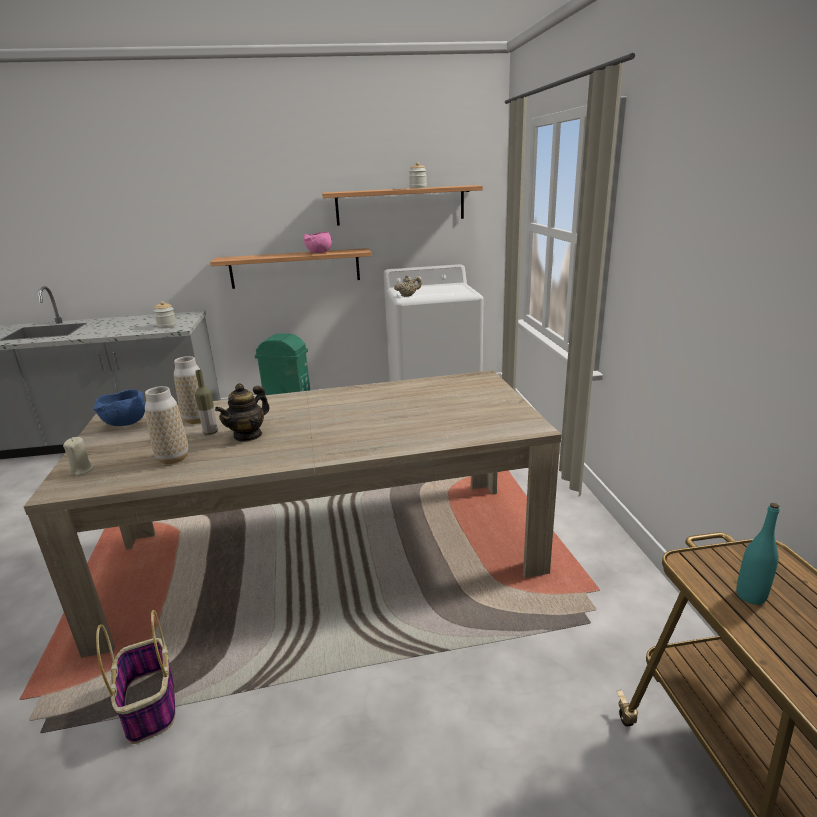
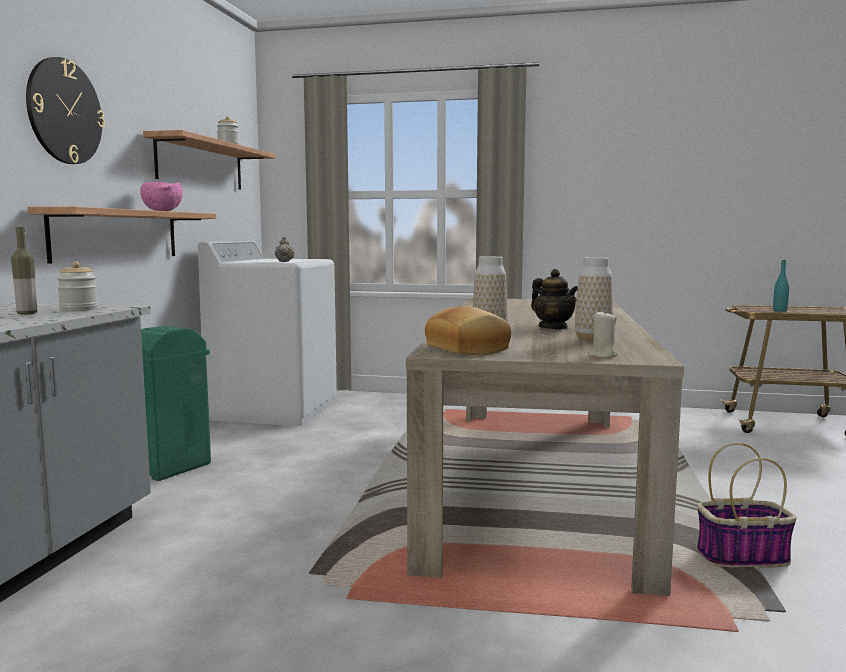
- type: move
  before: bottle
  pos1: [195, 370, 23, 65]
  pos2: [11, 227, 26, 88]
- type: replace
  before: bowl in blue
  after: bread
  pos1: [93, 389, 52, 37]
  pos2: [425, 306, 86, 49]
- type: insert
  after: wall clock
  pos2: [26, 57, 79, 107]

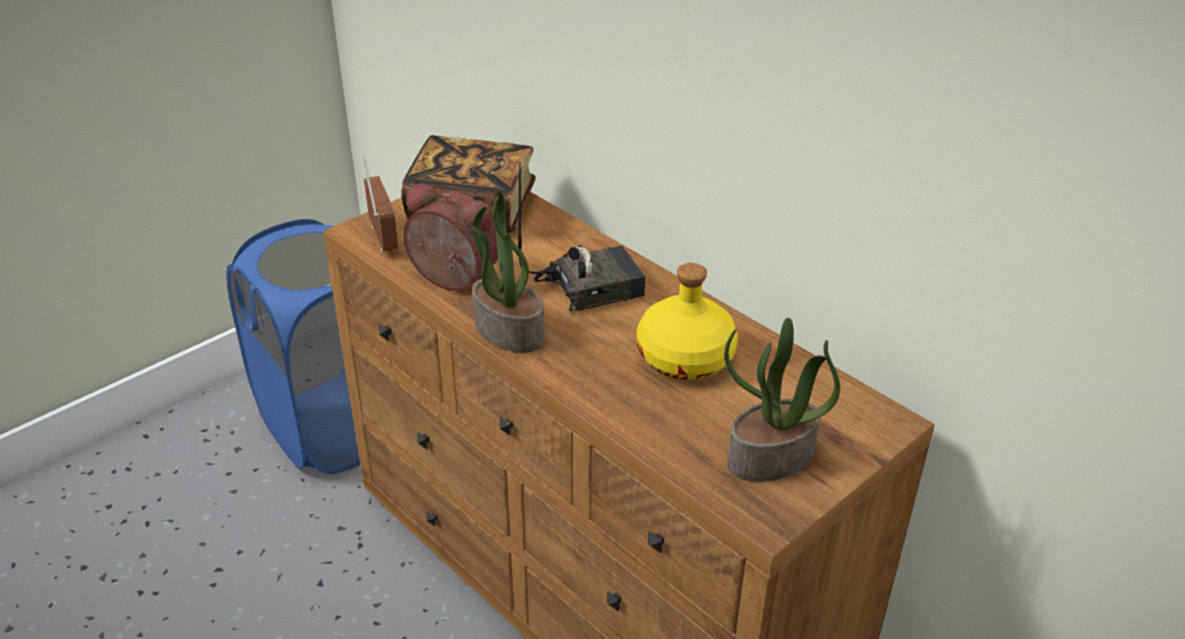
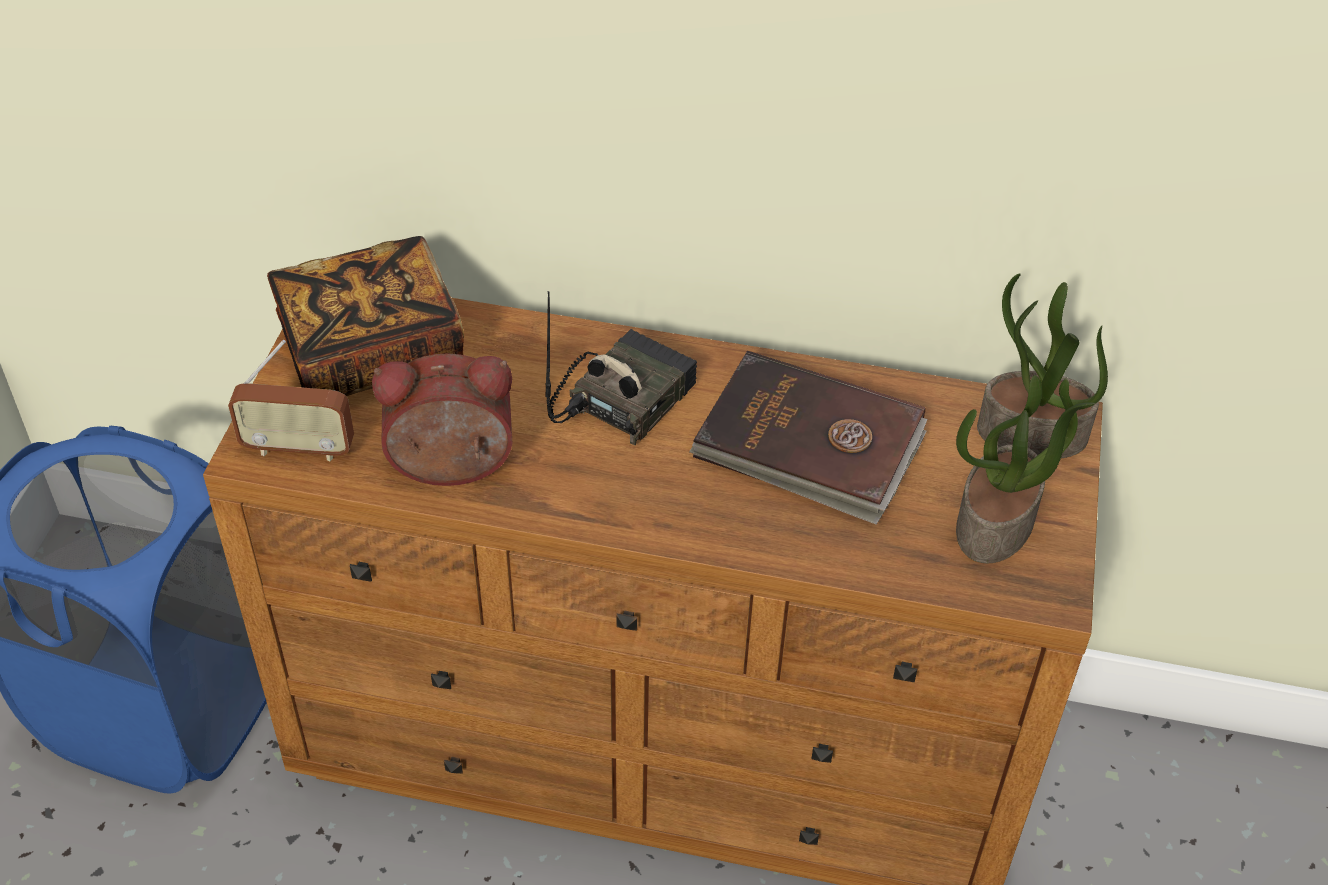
- type: rotate
  before: radio
  pos1: [362, 157, 36, 95]
  pos2: [228, 340, 126, 122]
  turn: 150
- type: move
  before: potted plant
  pos1: [471, 192, 73, 160]
  pos2: [977, 273, 131, 186]
- type: replace
  before: bottle in yellow
  after: book in brown
  pos1: [637, 263, 101, 117]
  pos2: [689, 351, 238, 174]

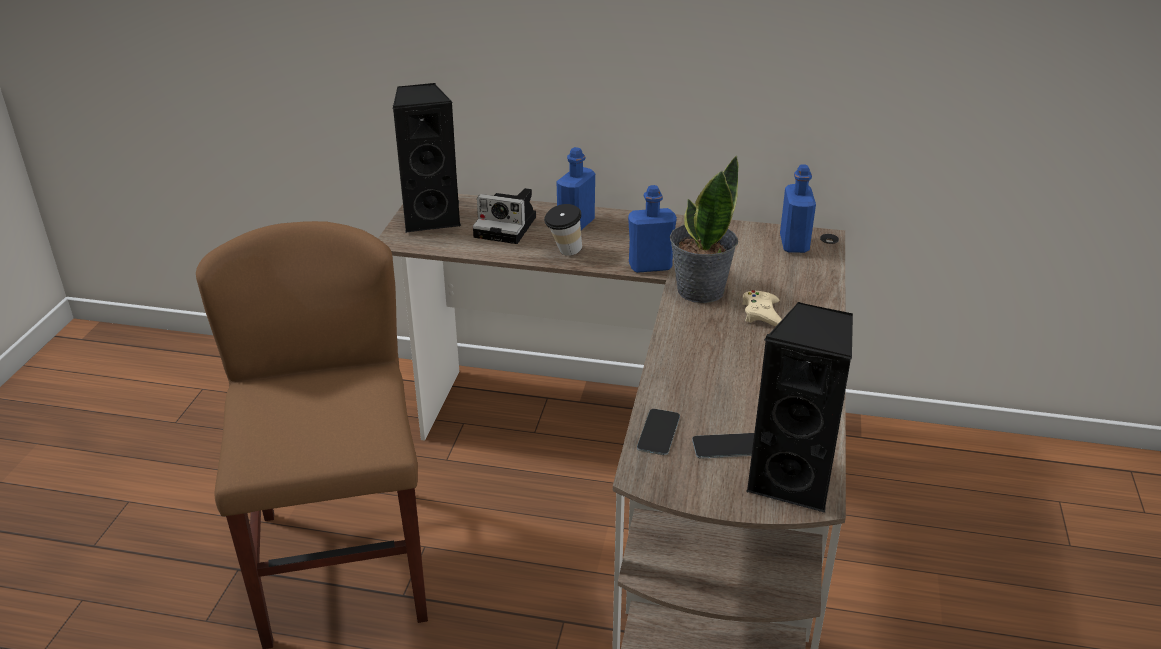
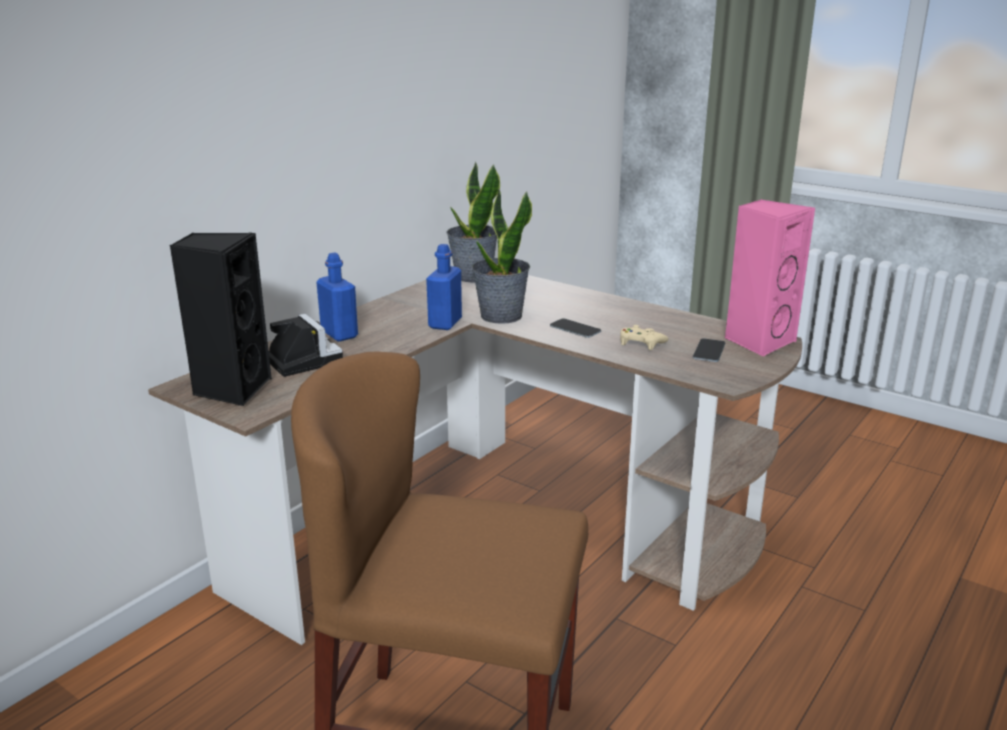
- type: replace
  before: bottle in blue
  after: potted plant
  pos1: [780, 165, 36, 88]
  pos2: [446, 161, 54, 121]
- type: rotate
  before: photo camera
  pos1: [473, 188, 63, 56]
  pos2: [269, 314, 74, 63]
  turn: -75
- type: delete
  before: cup
  pos1: [544, 204, 38, 52]
- type: move
  before: game controller in beige
  pos1: [742, 290, 40, 36]
  pos2: [620, 325, 49, 25]
- type: recolor
  before: speaker in black
  after: speaker in pink
  pos1: [746, 302, 107, 211]
  pos2: [725, 199, 90, 158]
- type: move
  before: phone
  pos1: [637, 409, 43, 46]
  pos2: [550, 319, 51, 19]

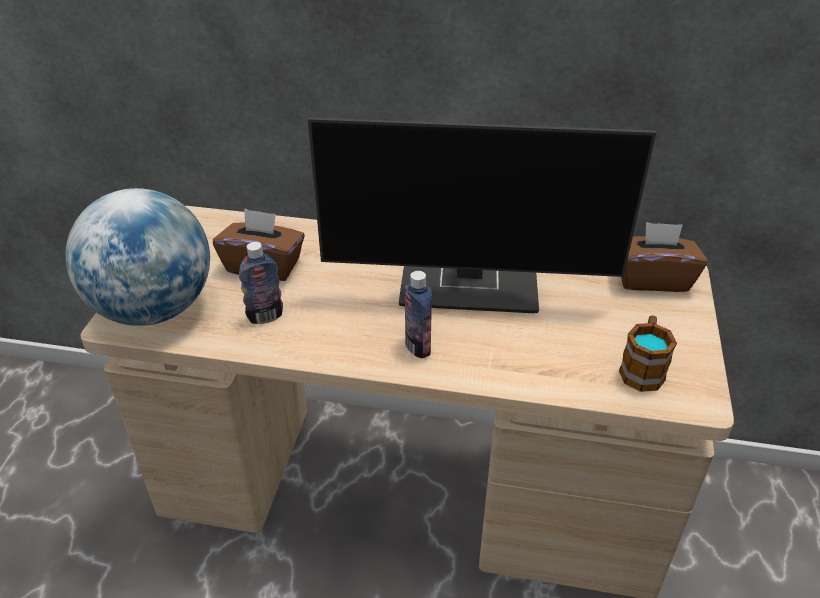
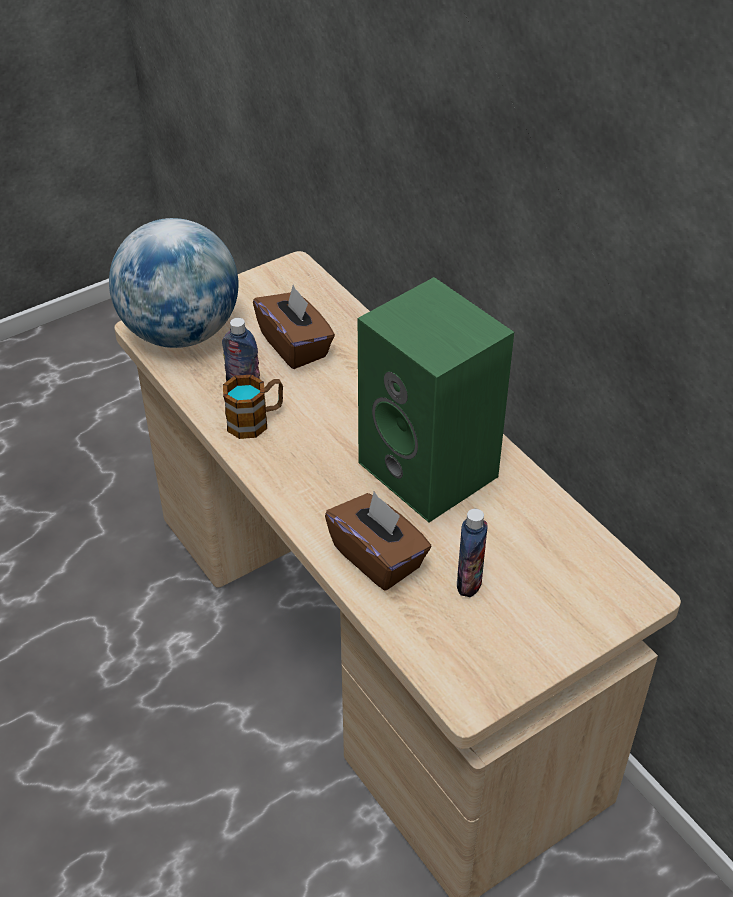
- type: replace
  before: monitor
  after: speaker in green
  pos1: [308, 117, 348, 196]
  pos2: [358, 277, 156, 245]
- type: move
  before: tissue box in brown
  pos1: [621, 222, 87, 70]
  pos2: [325, 492, 107, 99]
- type: move
  before: bottle
  pos1: [405, 271, 27, 88]
  pos2: [457, 509, 31, 88]
- type: move
  before: mug
  pos1: [619, 315, 58, 77]
  pos2: [223, 375, 60, 64]

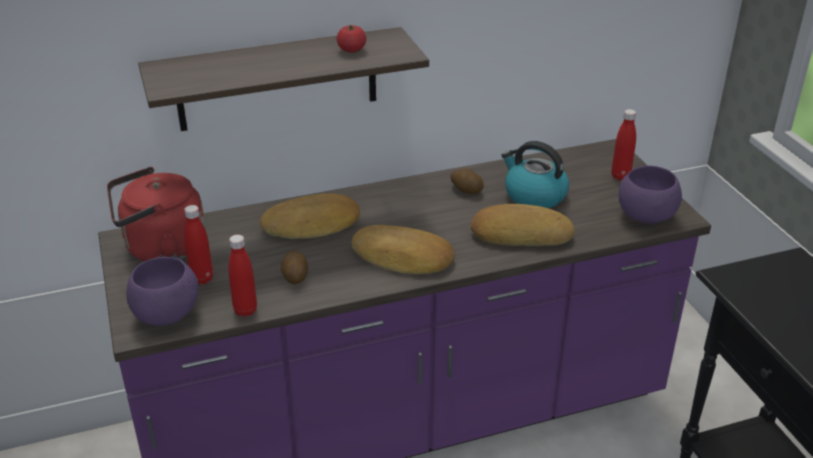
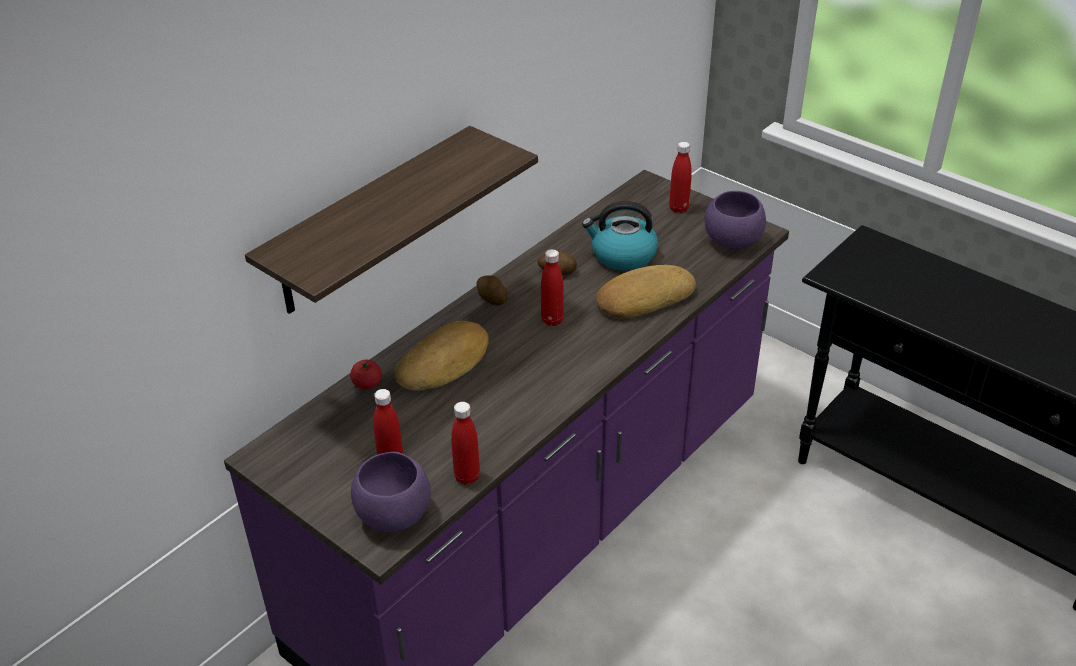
- type: move
  before: tomato
  pos1: [337, 25, 29, 28]
  pos2: [350, 360, 32, 29]
- type: delete
  before: kettle in red
  pos1: [107, 167, 99, 95]
- type: delete
  before: bread
  pos1: [352, 225, 103, 49]
- type: move
  before: potato
  pos1: [281, 251, 27, 33]
  pos2: [476, 275, 32, 30]
- type: insert
  after: bottle in red
  pos2: [541, 249, 23, 77]

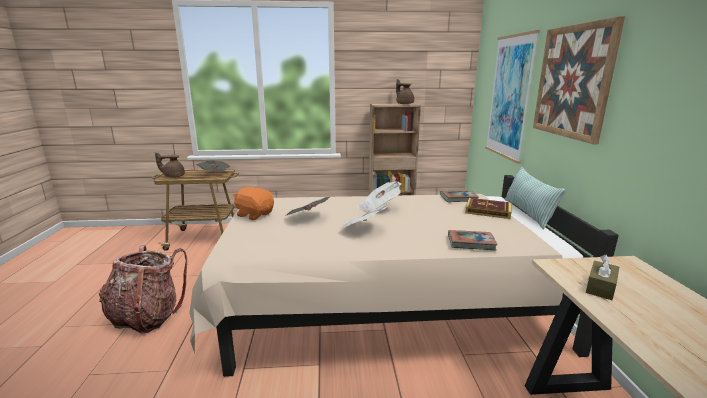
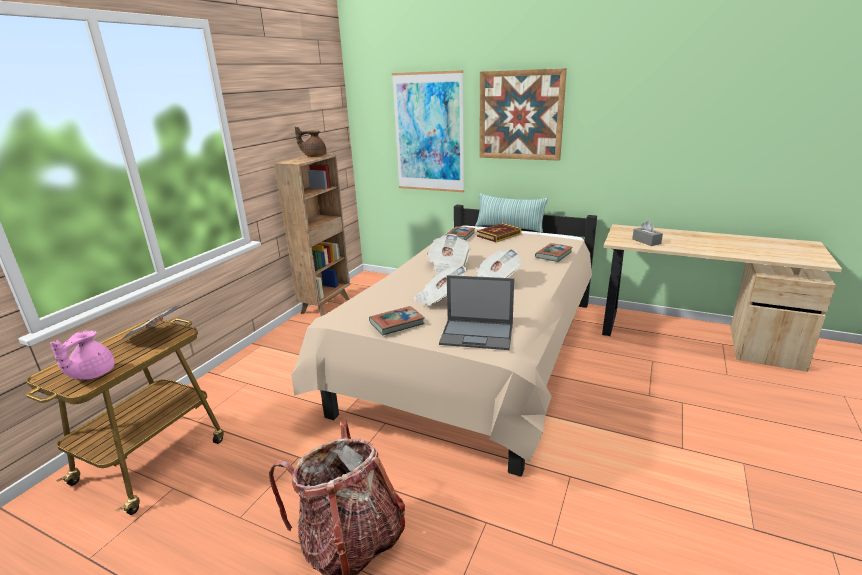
- type: recolor
  before: teapot in brown
  after: teapot in pink
  pos1: [155, 152, 30, 26]
  pos2: [50, 330, 64, 50]
- type: replace
  before: plush toy in orange
  after: book
  pos1: [233, 187, 41, 33]
  pos2: [369, 306, 56, 29]
- type: recolor
  before: tissue box in brown
  after: tissue box in grey
  pos1: [586, 255, 33, 45]
  pos2: [632, 221, 31, 25]
- type: insert
  after: laptop
  pos2: [439, 275, 75, 75]

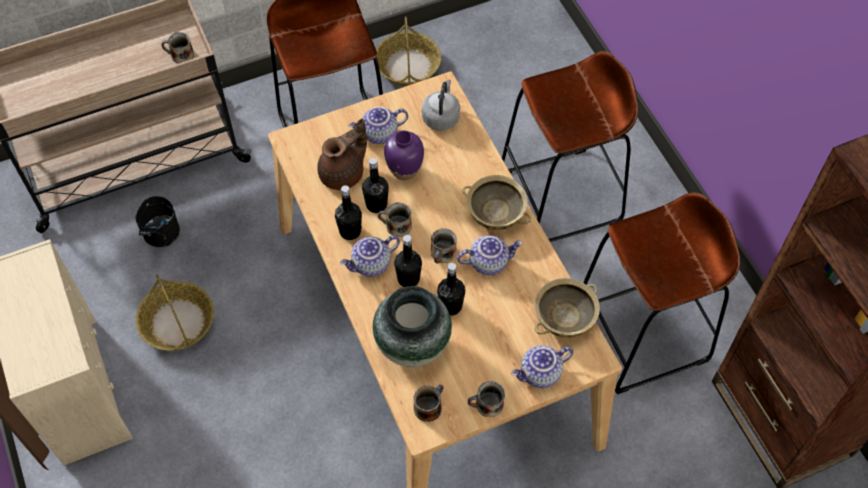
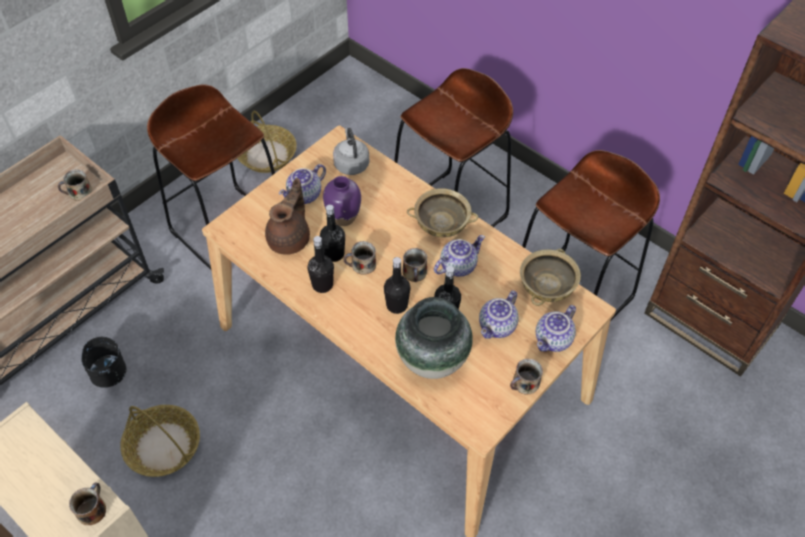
- type: move
  before: teapot
  pos1: [340, 235, 60, 42]
  pos2: [479, 291, 40, 48]
- type: move
  before: mug
  pos1: [413, 385, 31, 37]
  pos2: [69, 483, 37, 42]

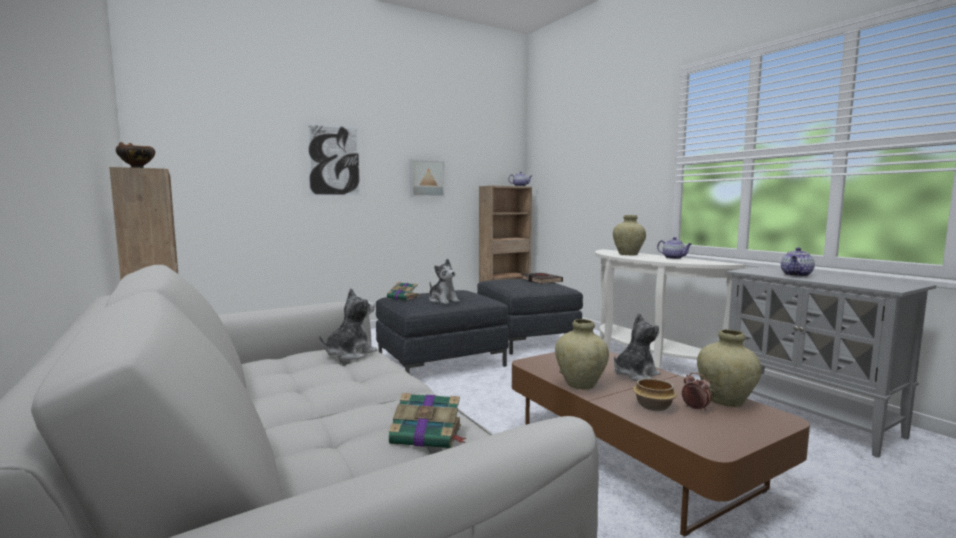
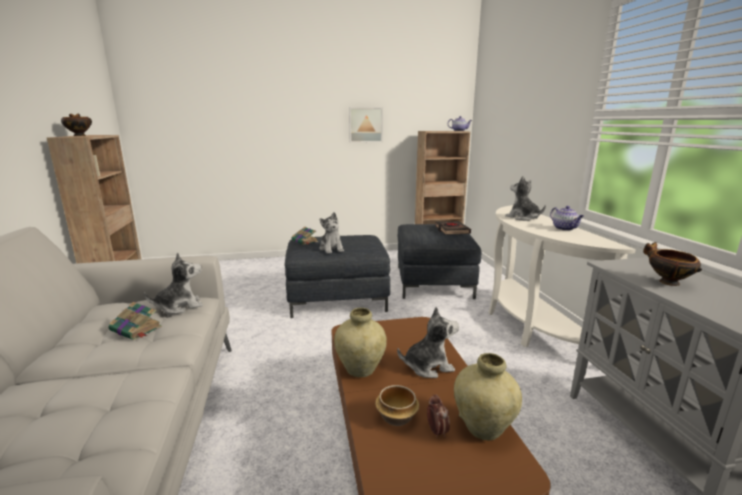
- type: delete
  before: picture
  pos1: [305, 122, 56, 74]
- type: replace
  before: vase in beige
  after: plush toy
  pos1: [613, 215, 33, 40]
  pos2: [505, 176, 41, 45]
- type: replace
  before: teapot
  after: bowl
  pos1: [781, 247, 34, 30]
  pos2: [643, 242, 59, 44]
- type: move
  before: book
  pos1: [389, 393, 78, 56]
  pos2: [108, 302, 54, 38]

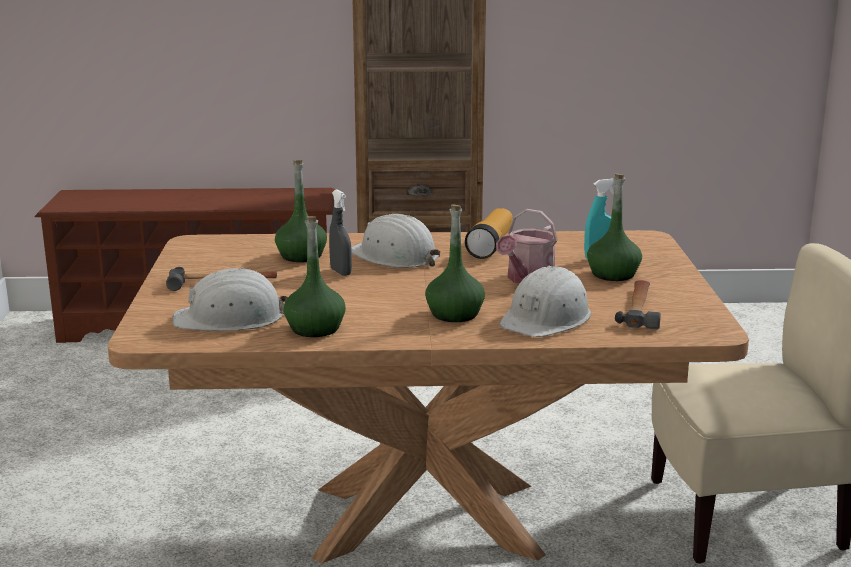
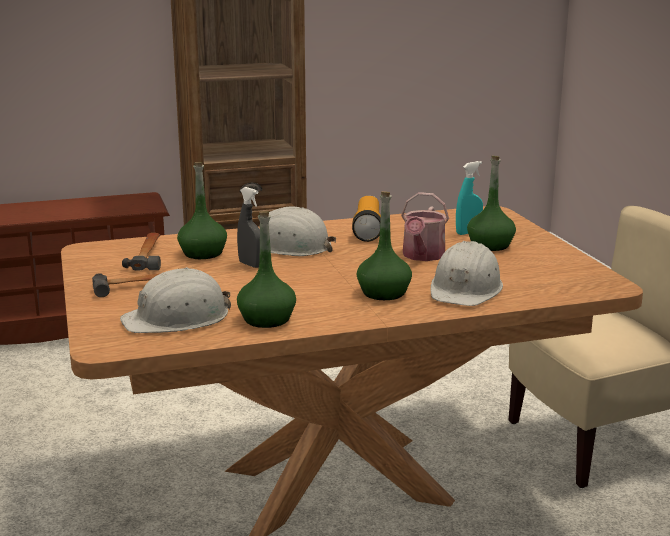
- type: move
  before: hammer
  pos1: [615, 280, 46, 49]
  pos2: [122, 233, 39, 37]

